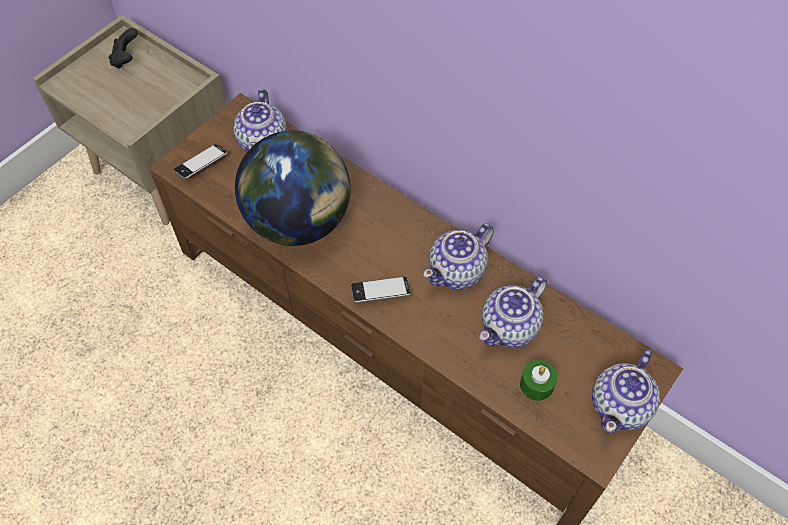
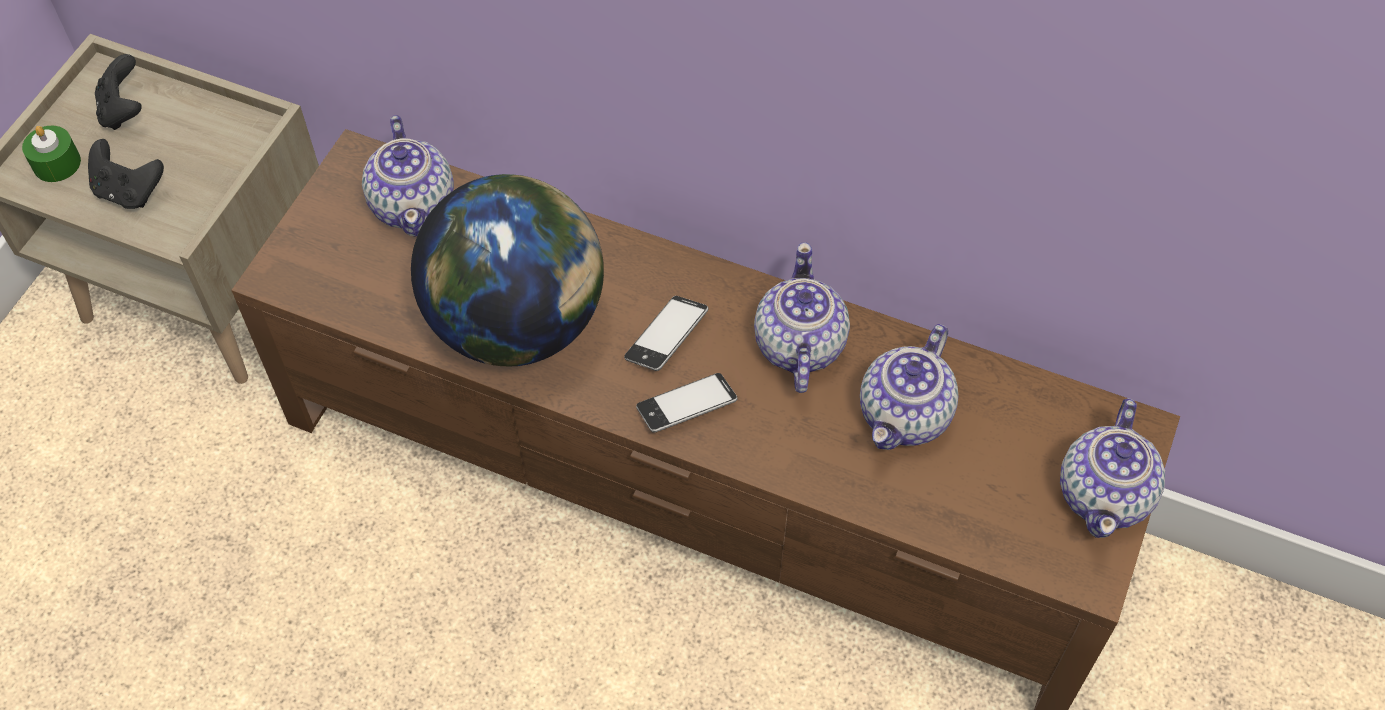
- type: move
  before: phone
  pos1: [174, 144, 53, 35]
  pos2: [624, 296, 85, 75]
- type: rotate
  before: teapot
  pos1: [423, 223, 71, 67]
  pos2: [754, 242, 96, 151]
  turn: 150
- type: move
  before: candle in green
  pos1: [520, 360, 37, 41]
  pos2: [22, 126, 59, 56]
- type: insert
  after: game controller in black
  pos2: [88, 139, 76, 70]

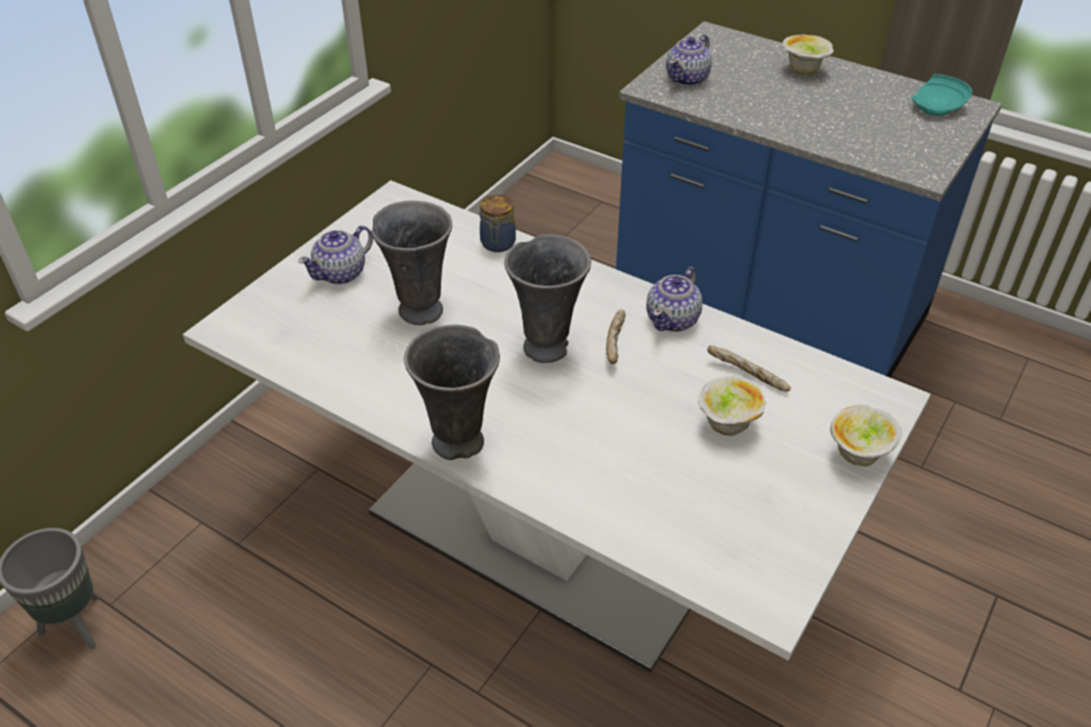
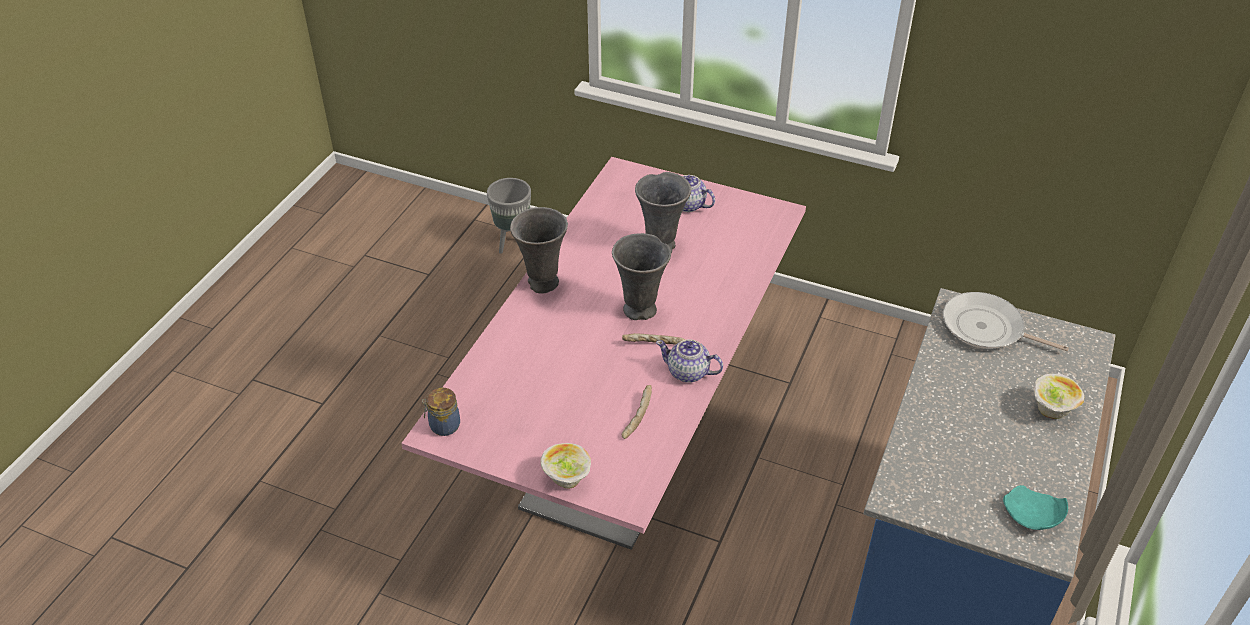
- type: replace
  before: teapot
  after: frying pan
  pos1: [666, 35, 46, 51]
  pos2: [943, 292, 126, 60]
- type: recolor
  before: dining table in white
  after: dining table in pink
  pos1: [183, 180, 748, 492]
  pos2: [401, 157, 405, 393]
- type: move
  before: jar
  pos1: [480, 195, 36, 57]
  pos2: [422, 388, 38, 48]
- type: delete
  before: bowl
  pos1: [698, 376, 68, 60]

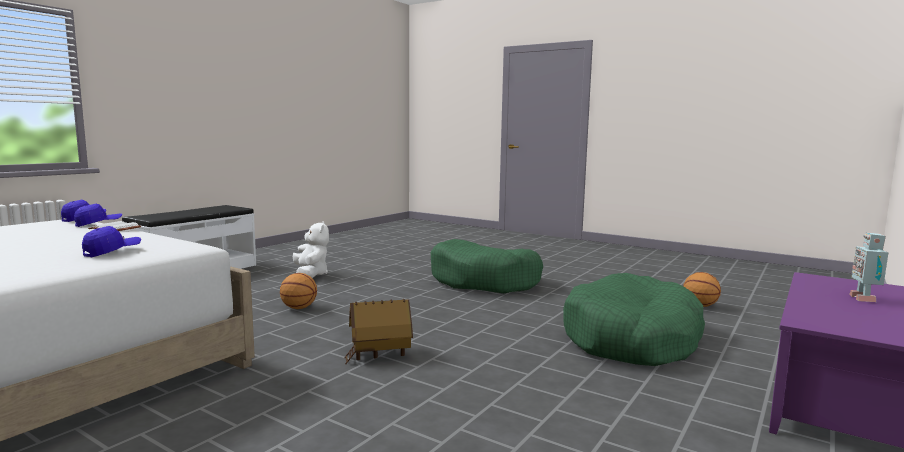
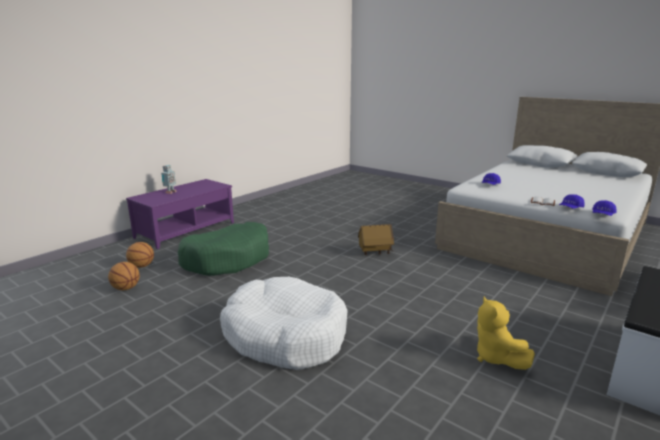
- type: recolor
  before: plush toy in white
  after: plush toy in yellow
  pos1: [293, 221, 36, 57]
  pos2: [477, 297, 58, 73]
- type: recolor
  before: dog bed in green
  after: dog bed in white
  pos1: [431, 239, 112, 54]
  pos2: [220, 277, 128, 93]
- type: move
  before: basketball
  pos1: [280, 273, 37, 36]
  pos2: [126, 242, 28, 26]

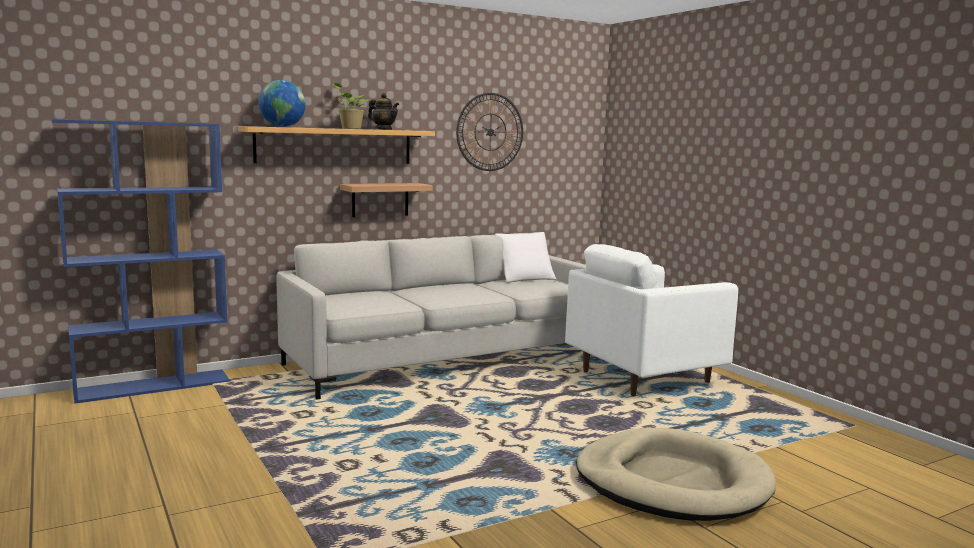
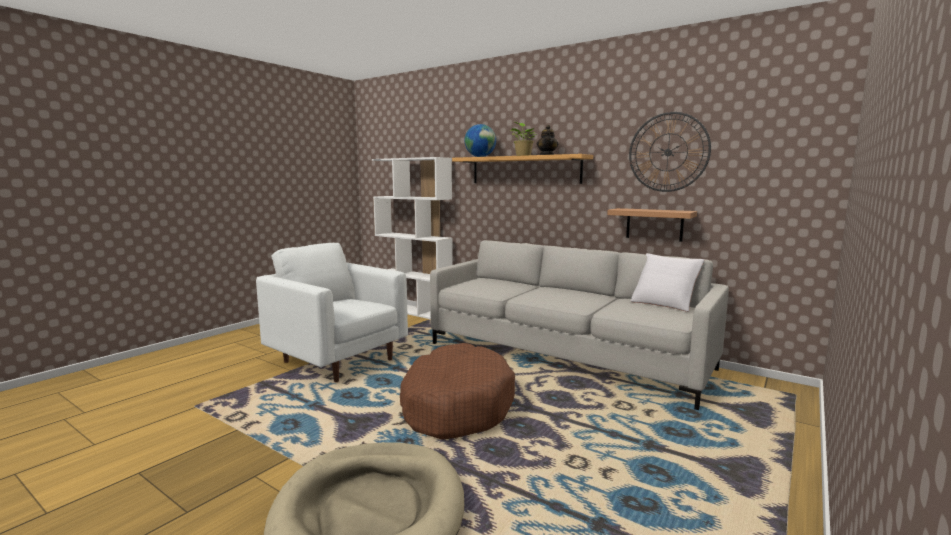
- type: recolor
  before: bookcase in blue
  after: bookcase in white
  pos1: [52, 119, 178, 285]
  pos2: [372, 157, 81, 162]
- type: move
  before: shelf
  pos1: [340, 183, 93, 34]
  pos2: [607, 208, 90, 34]
- type: move
  before: armchair in white
  pos1: [565, 244, 173, 152]
  pos2: [256, 243, 152, 139]
- type: insert
  after: dog bed in brown
  pos2: [400, 343, 115, 96]

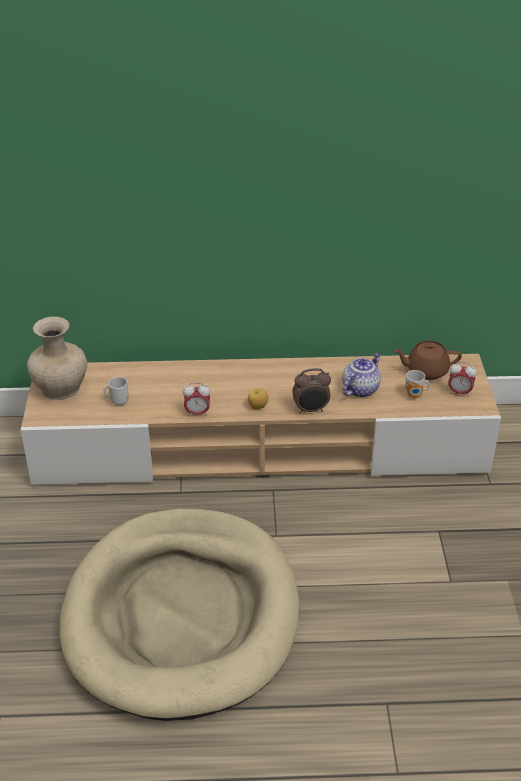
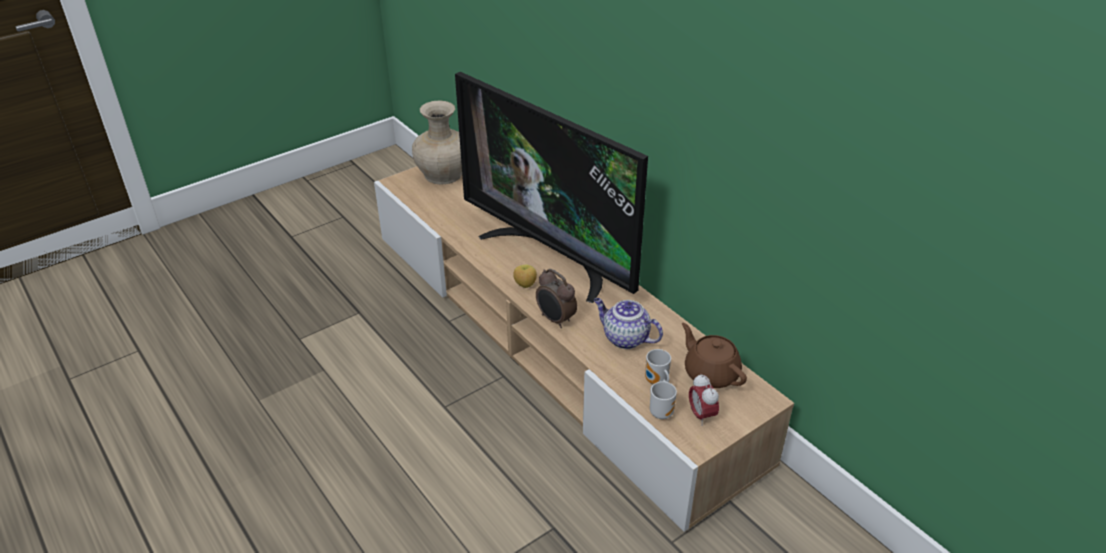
- type: rotate
  before: teapot
  pos1: [342, 353, 39, 44]
  pos2: [594, 298, 69, 51]
  turn: -150
- type: move
  before: mug
  pos1: [104, 377, 25, 29]
  pos2: [650, 381, 27, 38]
- type: delete
  before: alarm clock
  pos1: [183, 383, 27, 33]
- type: delete
  before: dog bed in beige
  pos1: [59, 509, 240, 212]
- type: insert
  after: television
  pos2: [455, 72, 193, 231]

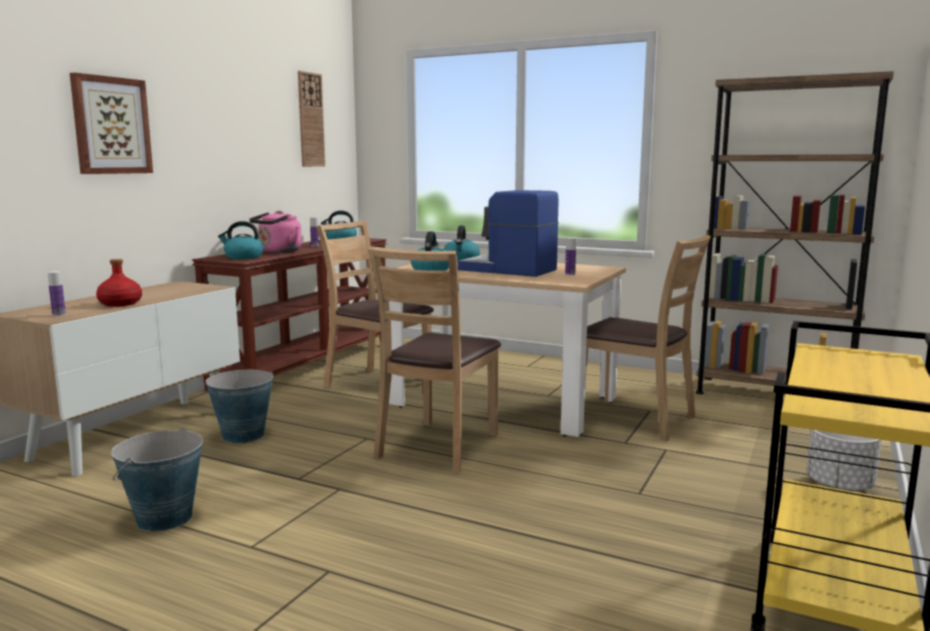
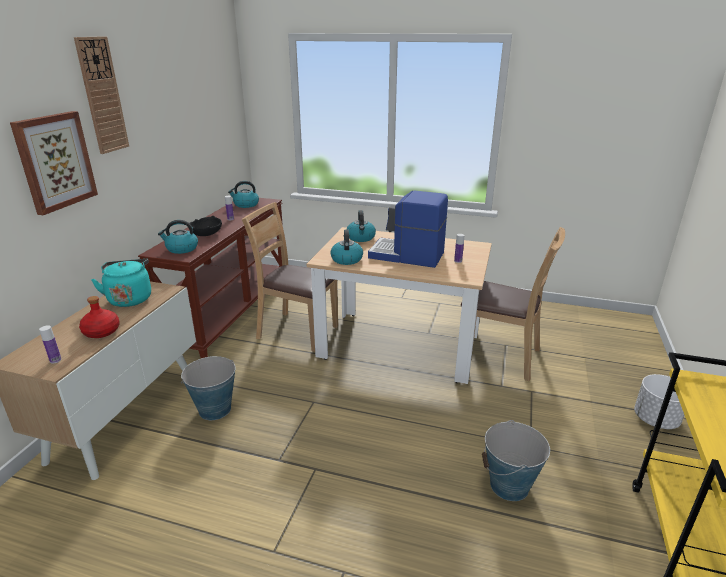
- type: move
  before: wall clock
  pos1: [298, 71, 27, 96]
  pos2: [74, 36, 55, 118]
- type: delete
  before: bookcase in brown
  pos1: [696, 71, 198, 323]
- type: replace
  before: kettle in pink
  after: bowl in black
  pos1: [249, 211, 53, 42]
  pos2: [189, 216, 33, 20]
- type: delete
  before: chair in brown
  pos1: [368, 246, 133, 228]
- type: move
  before: bucket
  pos1: [111, 427, 92, 105]
  pos2: [482, 420, 68, 81]
- type: insert
  after: kettle in turquoise
  pos2: [91, 259, 60, 48]

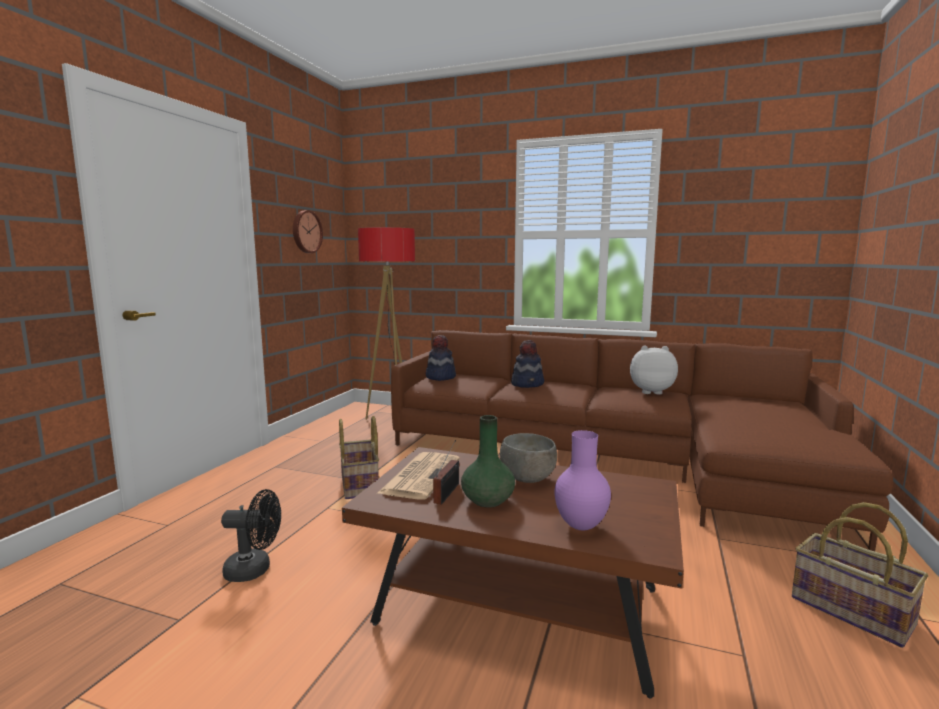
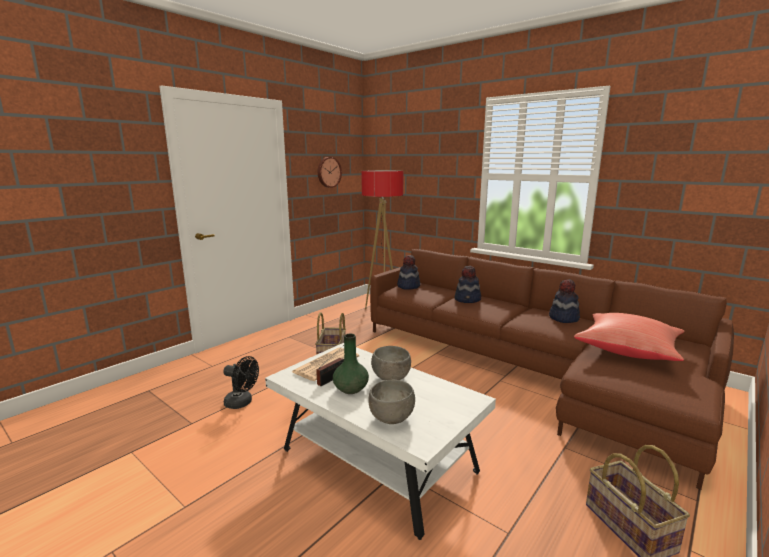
- type: replace
  before: plush toy
  after: hat
  pos1: [630, 345, 48, 50]
  pos2: [549, 279, 31, 44]
- type: replace
  before: vase in purple
  after: bowl in grey
  pos1: [555, 430, 56, 100]
  pos2: [369, 380, 46, 44]
- type: recolor
  before: coffee table in brown
  after: coffee table in white
  pos1: [342, 447, 342, 252]
  pos2: [265, 343, 231, 197]
- type: insert
  after: pillow in red
  pos2: [574, 313, 111, 48]

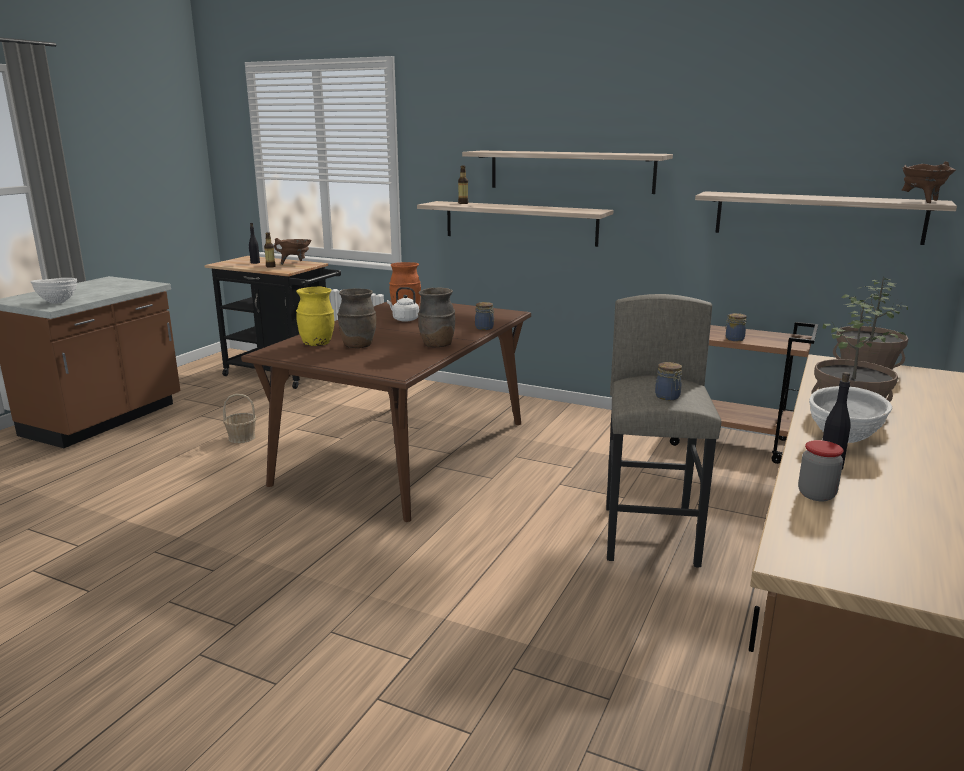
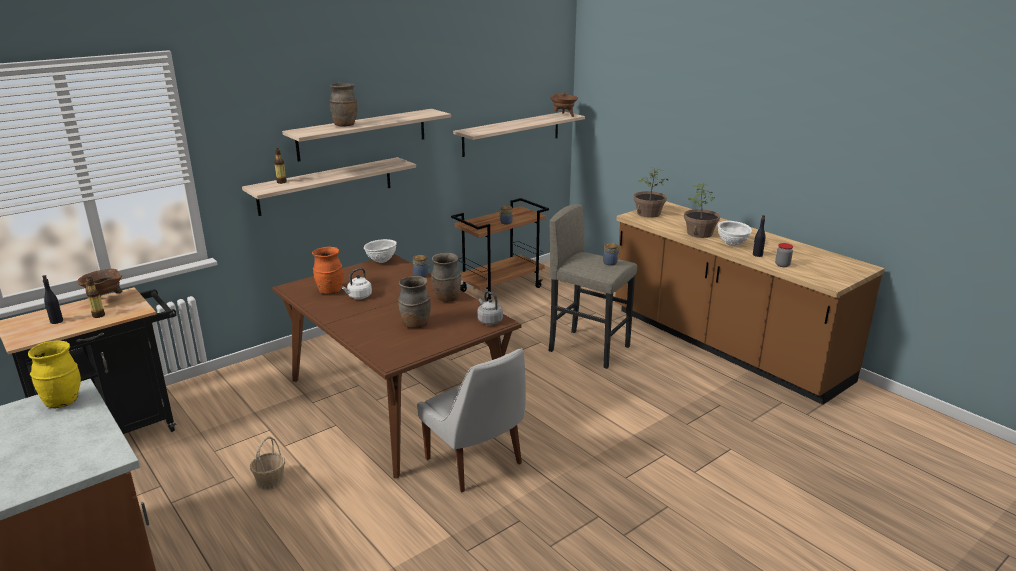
- type: move
  before: bowl in white
  pos1: [30, 278, 47, 26]
  pos2: [364, 239, 33, 24]
- type: move
  before: vase in yellow
  pos1: [296, 286, 38, 60]
  pos2: [28, 340, 53, 68]
- type: insert
  after: vase in brown
  pos2: [329, 83, 29, 44]
- type: insert
  after: kettle in grey
  pos2: [477, 291, 26, 34]
- type: insert
  after: chair in white
  pos2: [417, 348, 109, 144]

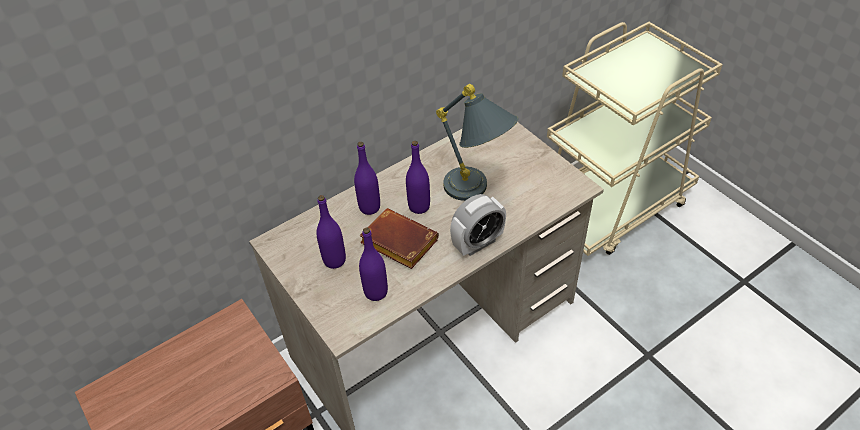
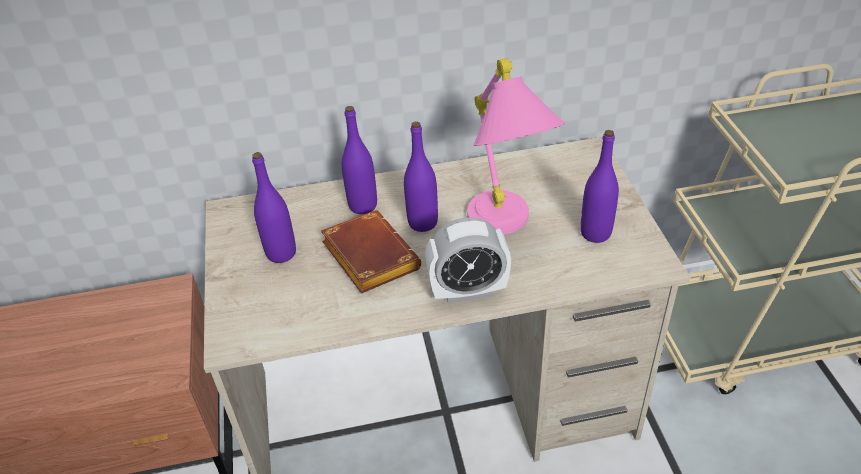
- type: recolor
  before: table lamp in grey
  after: table lamp in pink
  pos1: [436, 84, 83, 117]
  pos2: [467, 58, 99, 177]
- type: move
  before: bottle in purple
  pos1: [359, 227, 29, 74]
  pos2: [581, 130, 38, 113]

